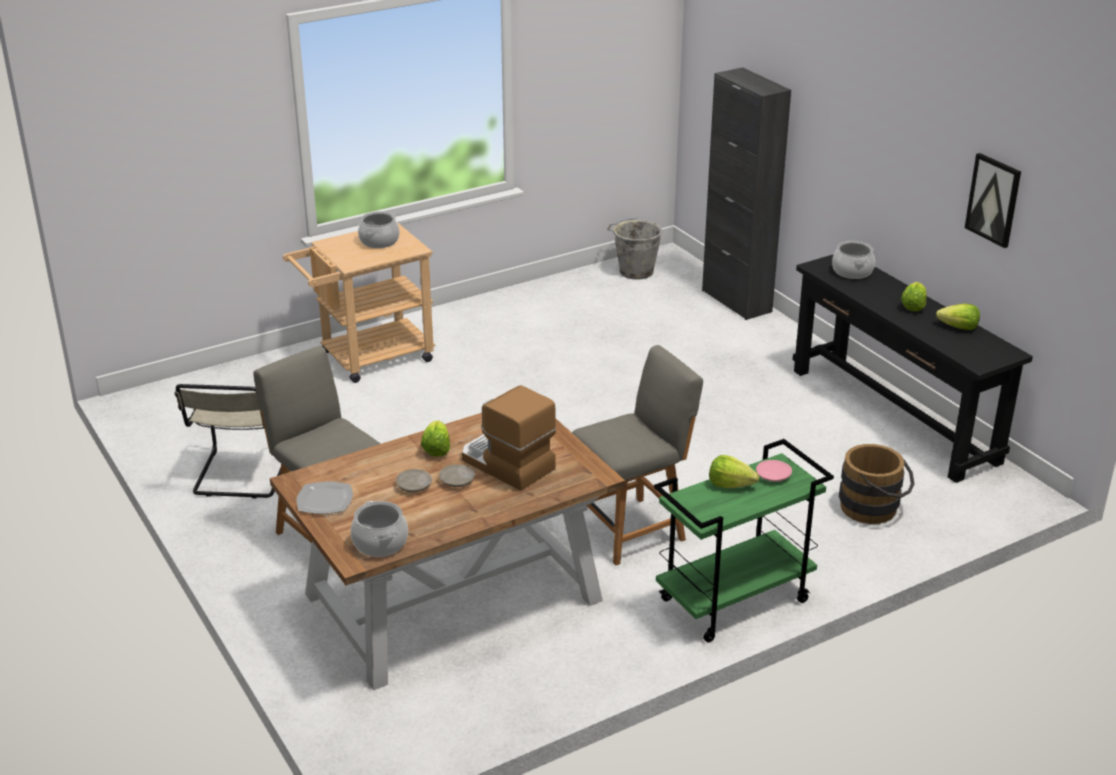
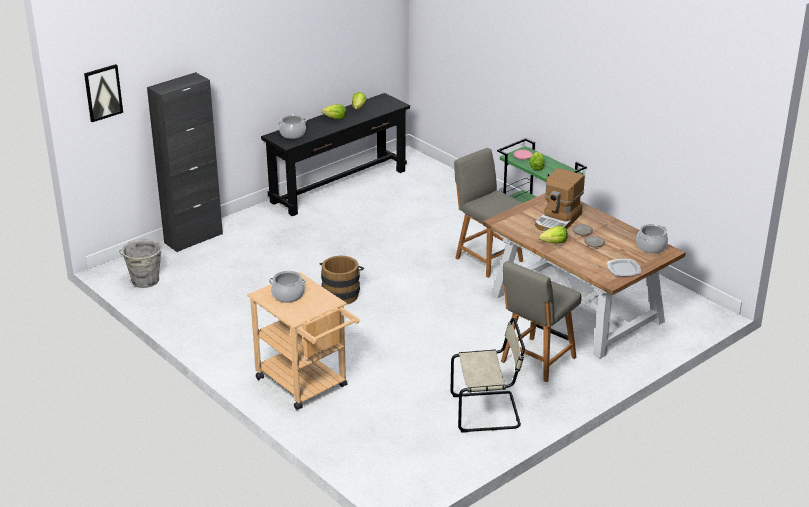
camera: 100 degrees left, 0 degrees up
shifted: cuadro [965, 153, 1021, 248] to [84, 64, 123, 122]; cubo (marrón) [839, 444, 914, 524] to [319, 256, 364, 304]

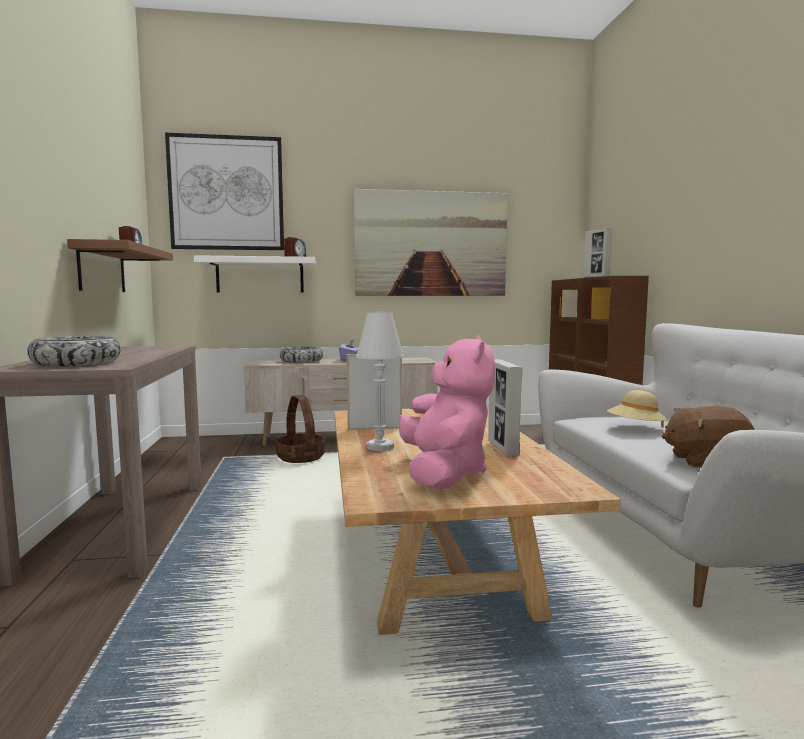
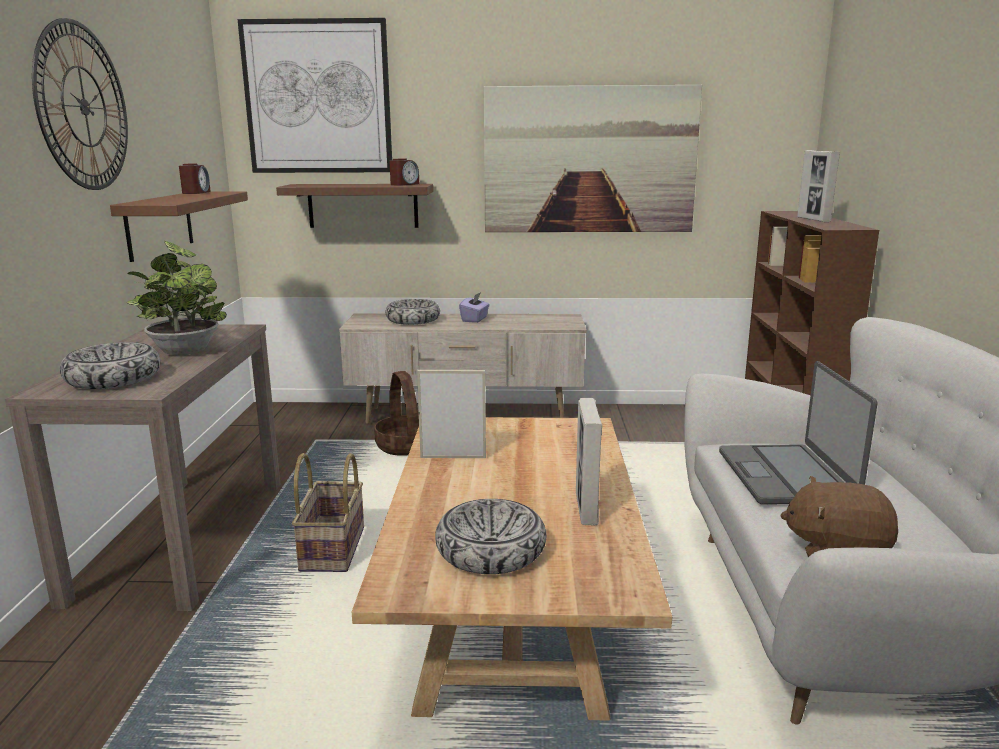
camera: 10 degrees right, 10 degrees up
gone: lámpara de mesa (blanco) [356, 312, 404, 451]
new: reloj de pared [32, 18, 128, 190]; planta en maceta [126, 241, 227, 356]; cesta [292, 453, 364, 572]
swapped: peluche (rosa) [399, 335, 495, 489] to cuenco [435, 499, 547, 574]; sombrero (beis) [607, 390, 667, 428] to portátil [719, 361, 877, 505]
repainted: estante (blanco) [194, 255, 315, 293] to estante (marrón) [276, 184, 433, 228]

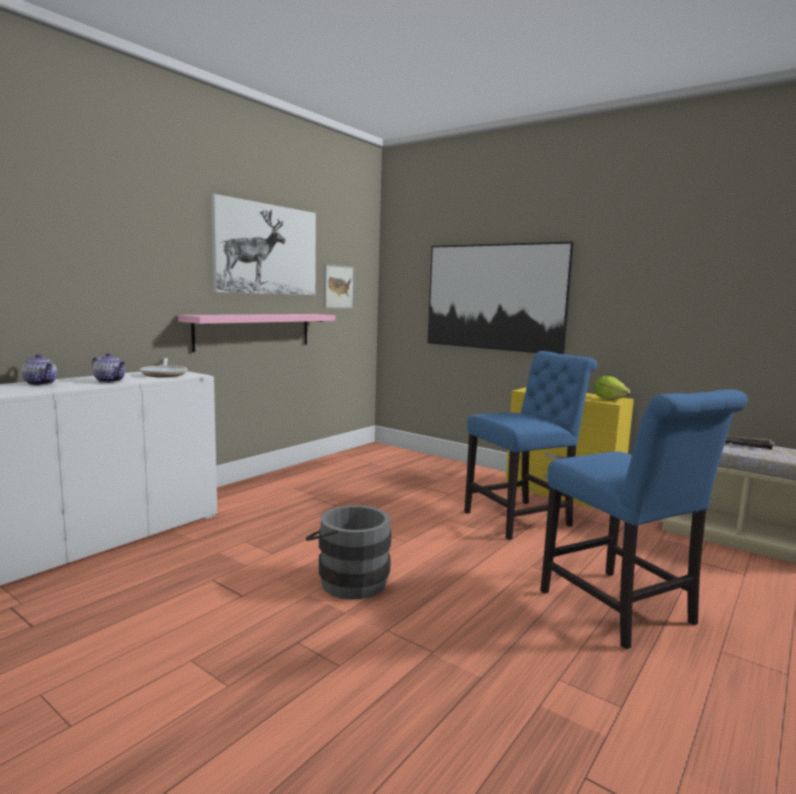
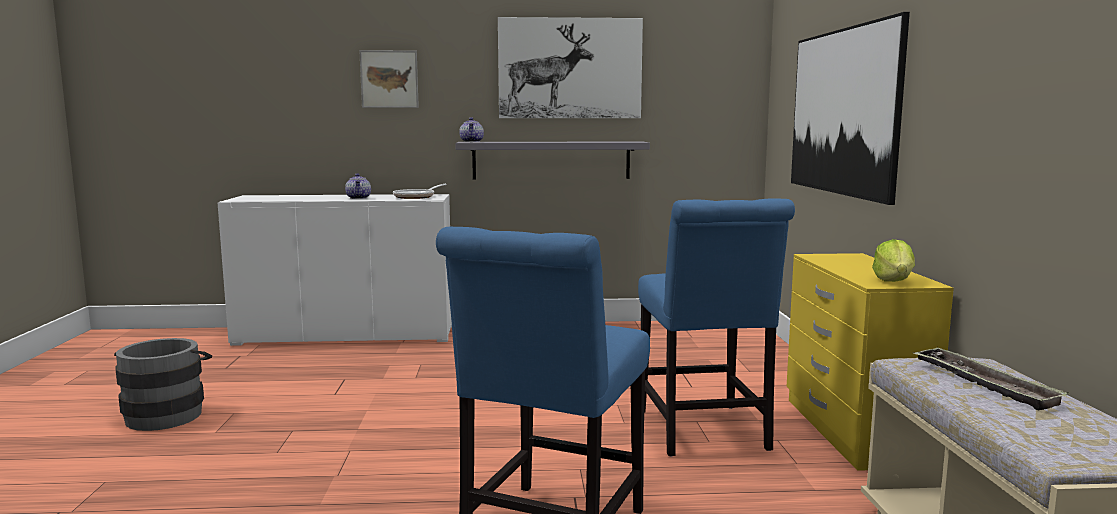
camera: 50 degrees right, 0 degrees up
shifted: cubo (gris) [306, 505, 391, 600] to [114, 338, 212, 431]; cuadro [324, 264, 355, 309] to [359, 50, 419, 108]; tetera [21, 354, 58, 386] to [459, 118, 484, 142]
repainted: estante (rosa) [178, 314, 335, 352] to estante (gris) [455, 142, 650, 179]
rotated: silla (azul) [464, 351, 597, 540] = [638, 199, 795, 456] 60 degrees clockwise

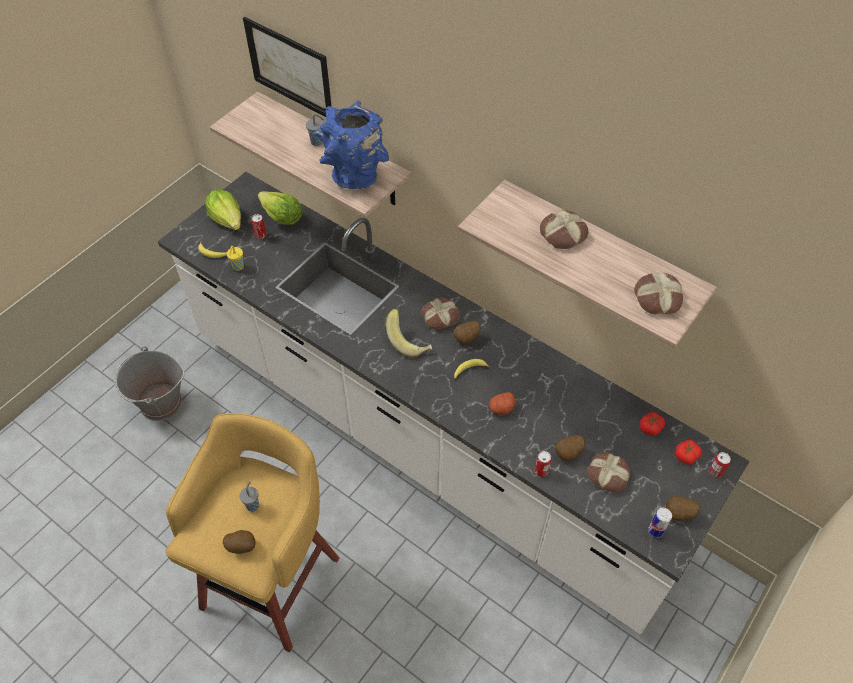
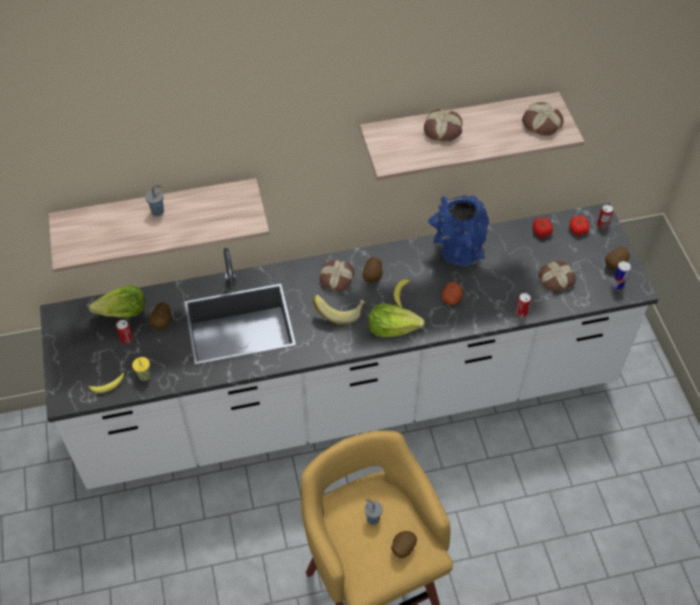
camera: 50 degrees left, 0 degrees up
gone: cubo (gris) [114, 347, 185, 421]; cuadro [243, 17, 332, 117]
shifted: patata [555, 435, 585, 461] to [149, 302, 171, 329]; lechuga [205, 190, 241, 230] to [369, 303, 425, 337]; florero (azul) [313, 101, 389, 191] to [428, 195, 489, 266]

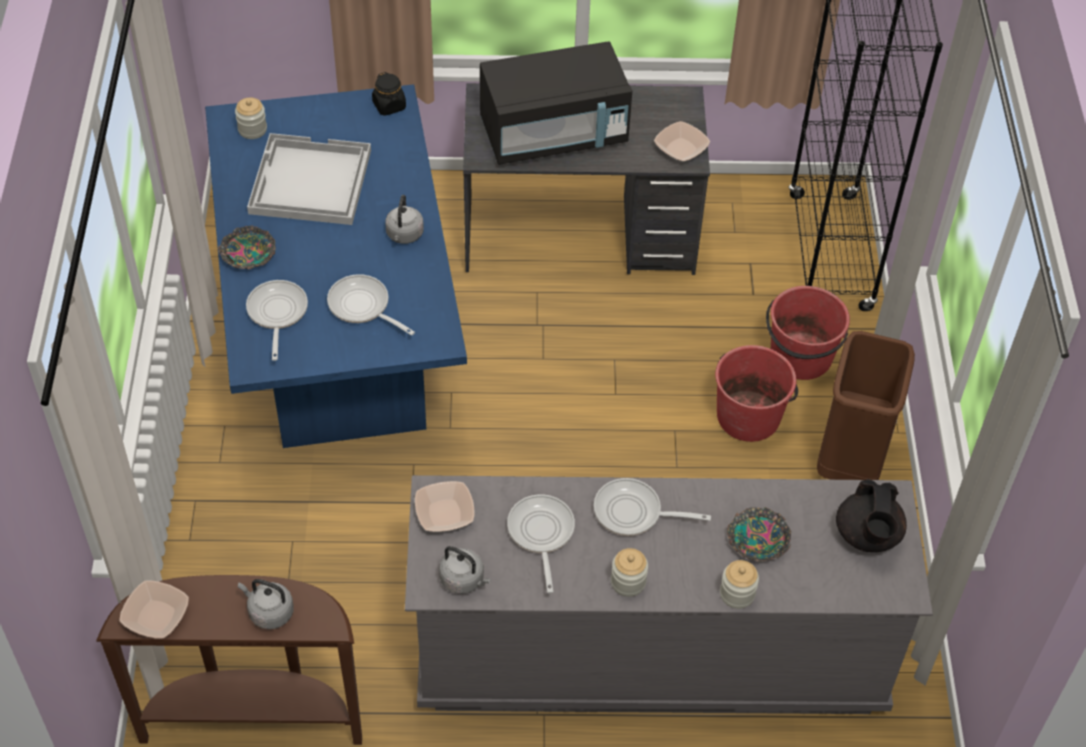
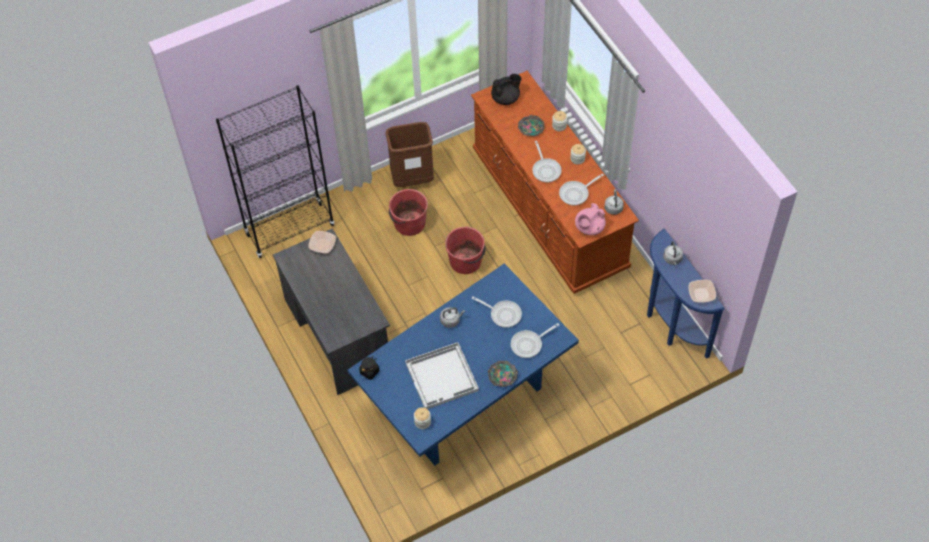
camera: 115 degrees left, 5 degrees up
gone: microondas (negro) [480, 41, 632, 165]
shifted: cubo (rojo) [766, 286, 850, 380] to [445, 227, 486, 274]
swapped: cuenco [415, 481, 475, 532] to tetera (rosa) [575, 203, 606, 235]
repainted: cómoda (gris) [405, 475, 933, 714] to cómoda (marrón) [471, 71, 639, 294]; mesa consola (marrón) [96, 575, 362, 745] to mesa consola (azul) [647, 229, 725, 359]
rotated: sartén [327, 274, 415, 335] = [472, 296, 522, 328] 75 degrees counterclockwise

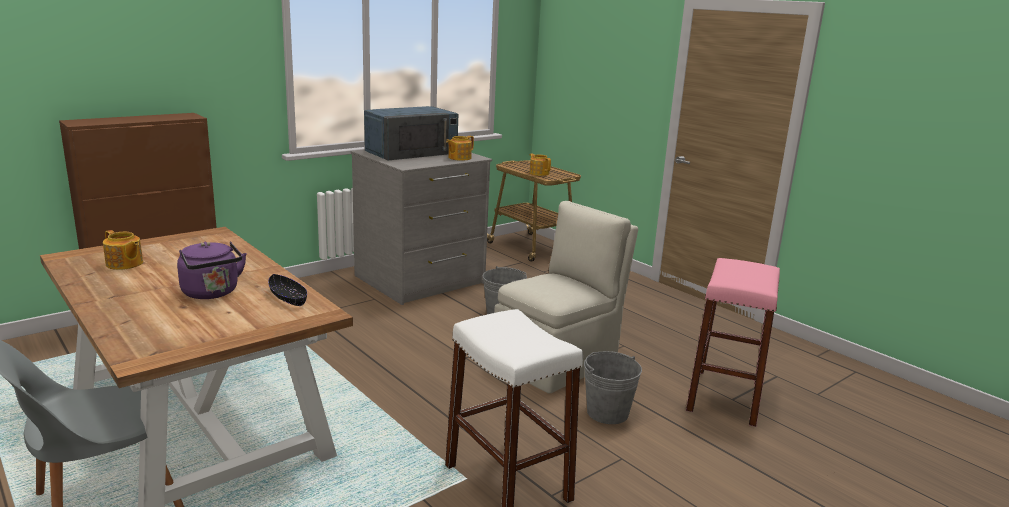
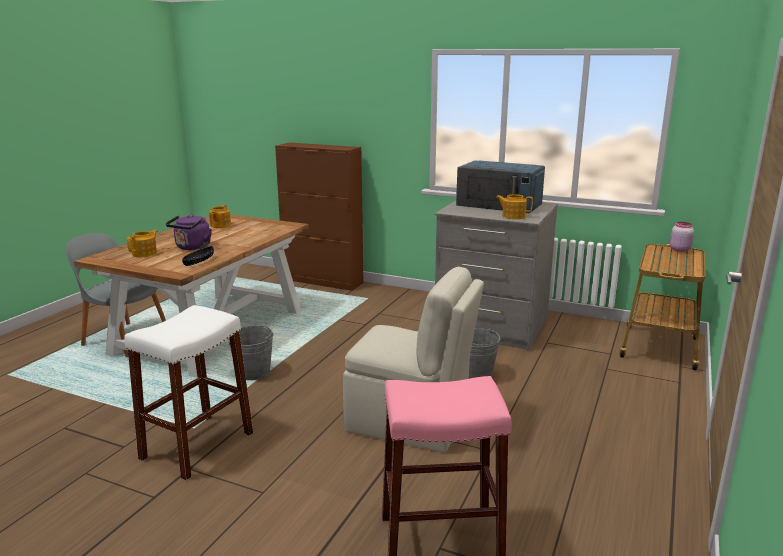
camera: 65 degrees right, 0 degrees up
new: tarro (rosa) [670, 222, 694, 252]
shifted: tetera [530, 153, 551, 176] to [127, 229, 158, 257]; cubo (gris) [584, 351, 642, 424] to [228, 325, 273, 380]

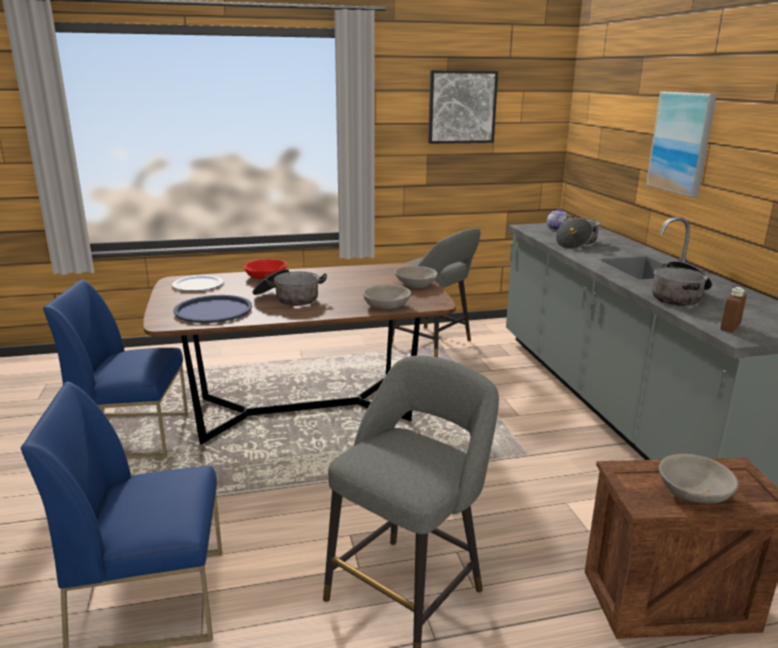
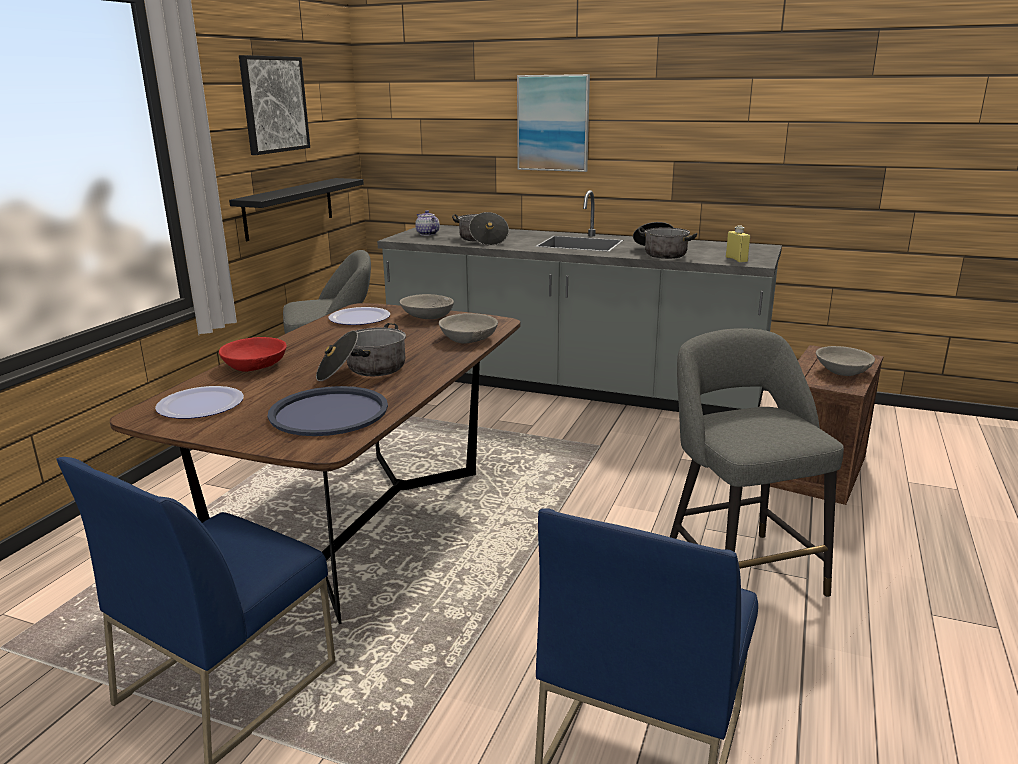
camera: 55 degrees left, 0 degrees up
new: estante (negro) [229, 178, 364, 241]; plato [328, 307, 390, 325]
repainted: botella (marrón) [721, 287, 747, 332] to botella (amarillo) [726, 225, 750, 263]

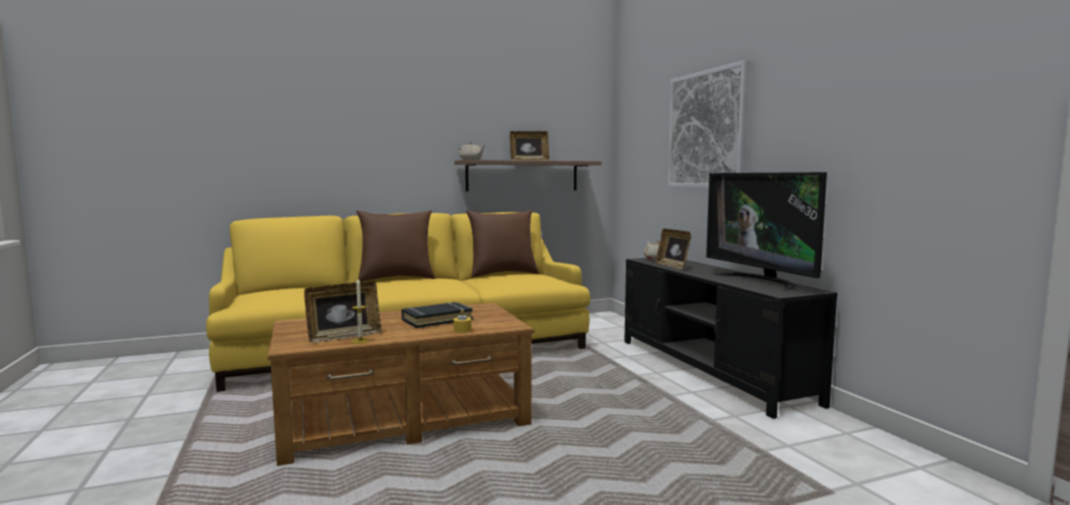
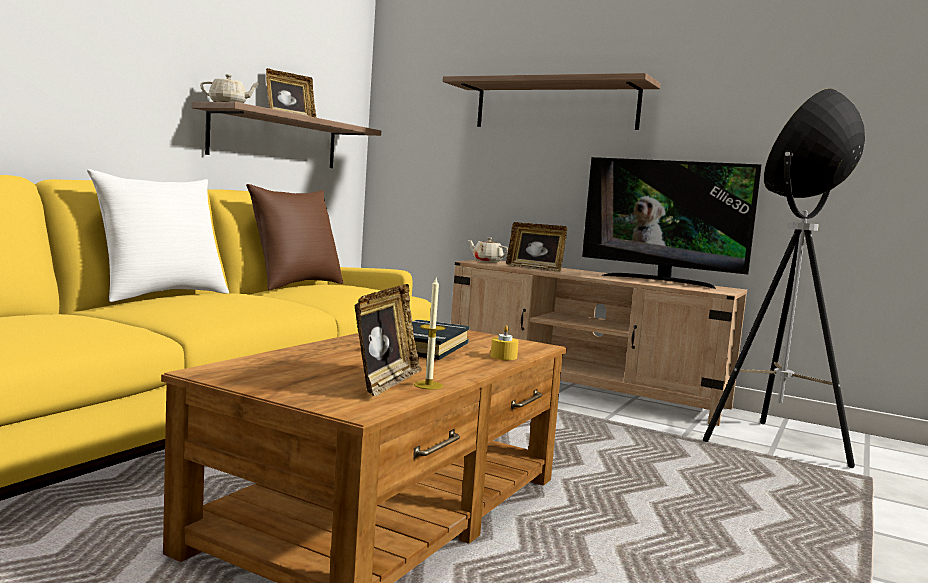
camera: 40 degrees left, 0 degrees up
new: lámpara de pie [703, 88, 865, 468]
swapped: cuadro [668, 60, 749, 188] to estante [442, 73, 661, 130]
repainted: cojín (marrón) [356, 210, 436, 282] to cojín (blanco) [87, 169, 229, 302]; mueble de televisión (negro) [624, 258, 838, 419] to mueble de televisión (beis) [451, 260, 747, 426]

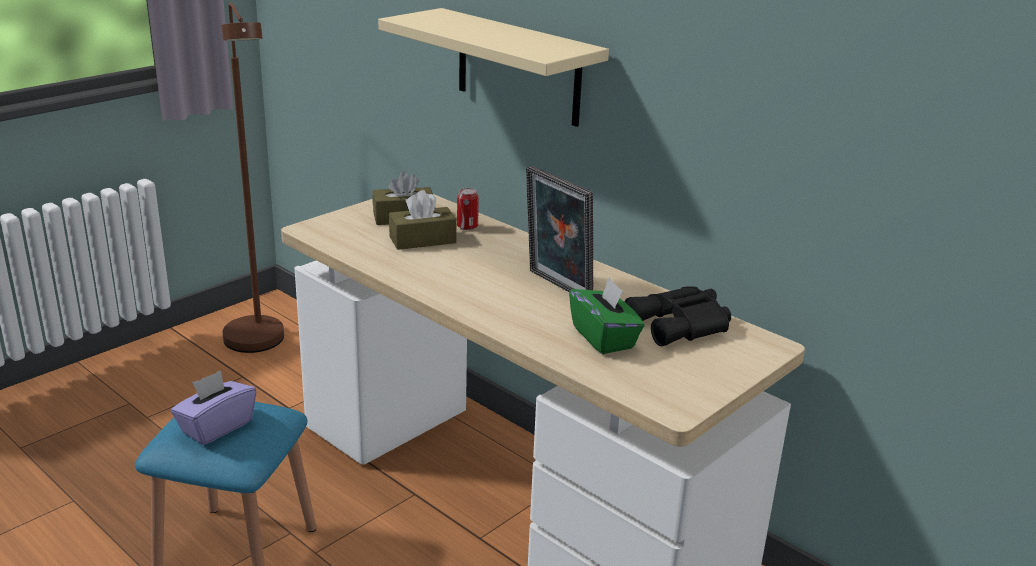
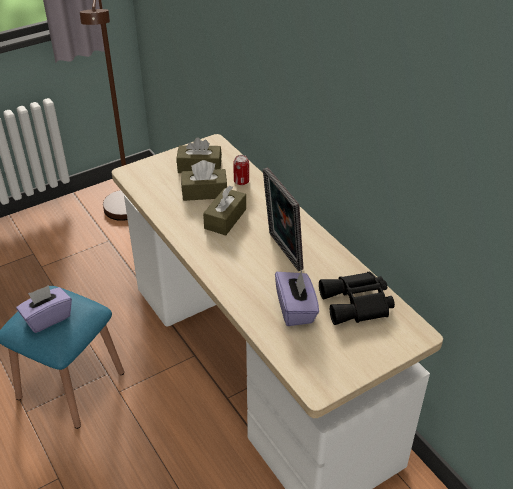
camera: 15 degrees right, 15 degrees up
gone: estante (beis) [378, 8, 609, 127]
new: caja de pañuelos (marrón) [203, 185, 246, 235]
repainted: caja de pañuelos (verde) [569, 277, 645, 354] to caja de pañuelos (morado) [275, 271, 319, 326]

